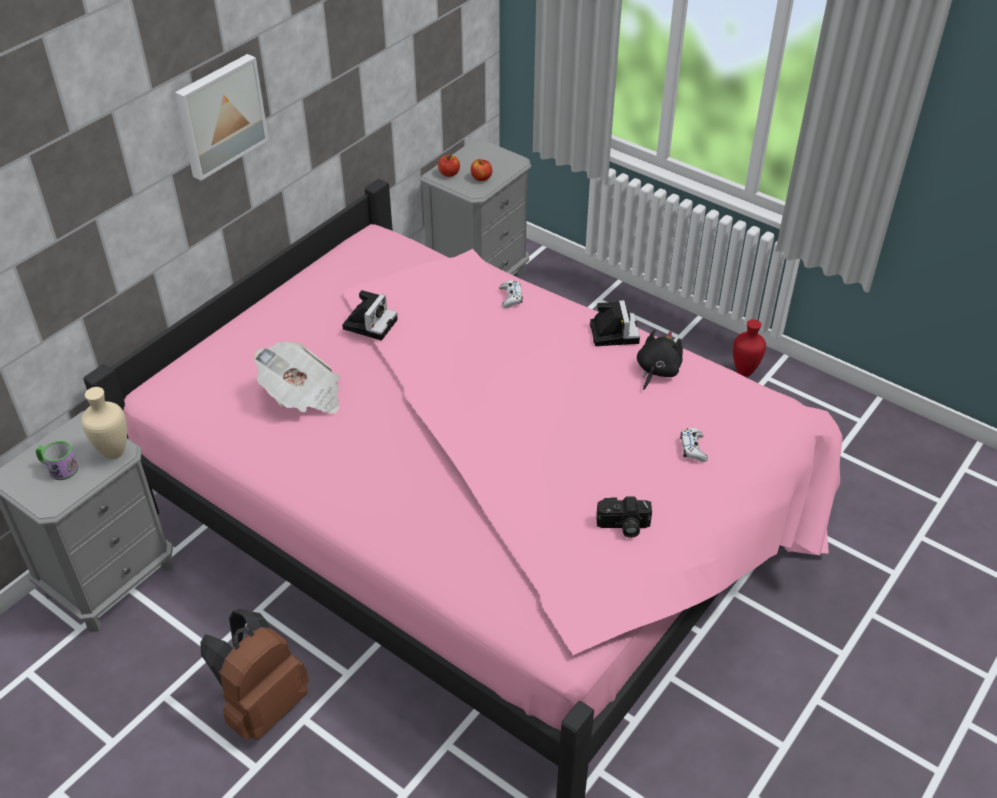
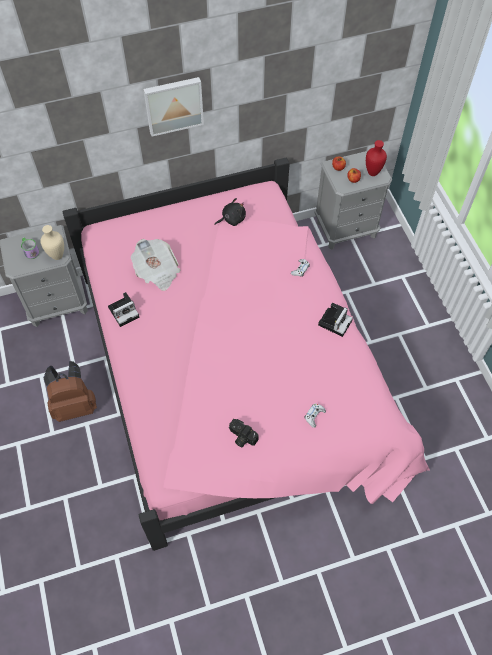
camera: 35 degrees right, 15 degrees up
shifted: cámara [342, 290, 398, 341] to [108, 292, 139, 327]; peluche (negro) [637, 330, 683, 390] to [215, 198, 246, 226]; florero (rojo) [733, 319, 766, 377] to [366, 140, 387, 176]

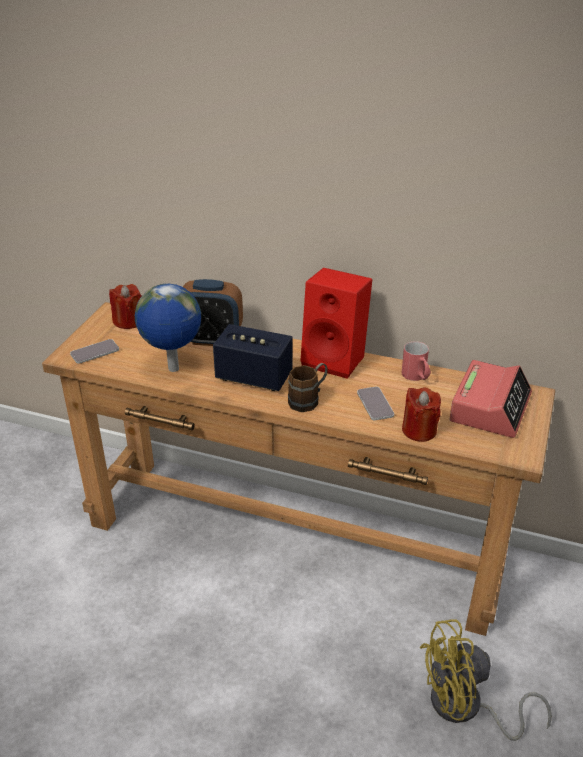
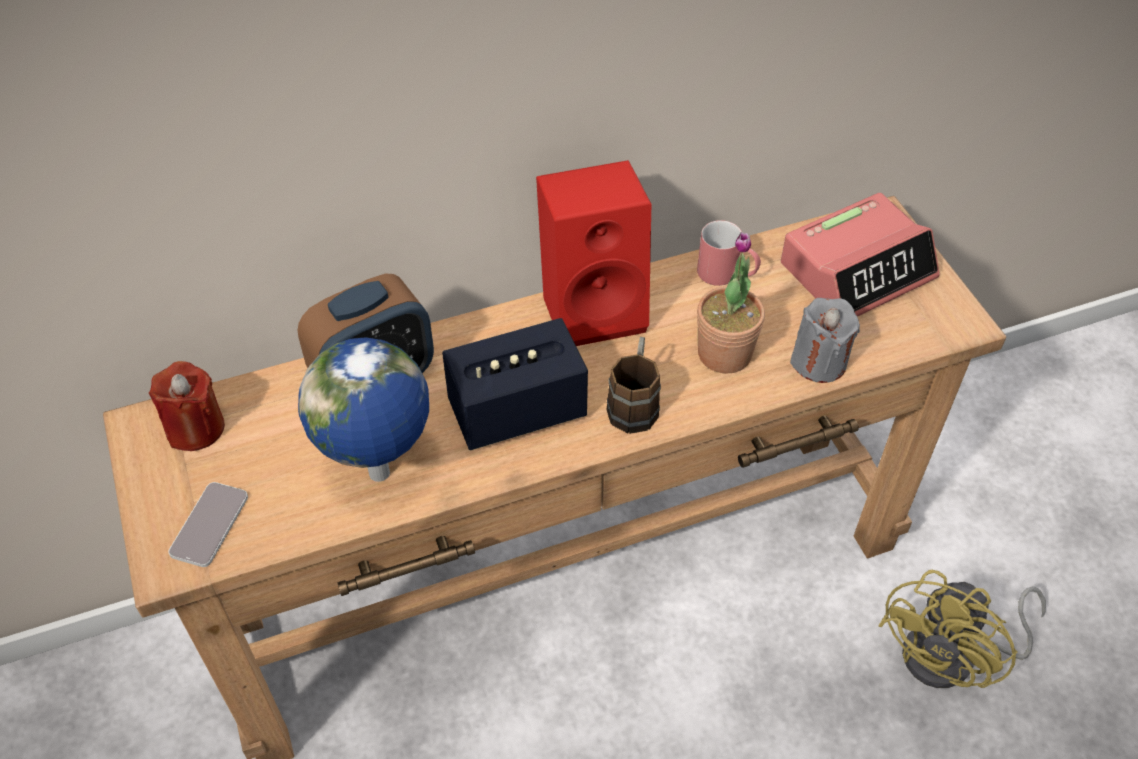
camera: 40 degrees left, 15 degrees up
swapped: móvil [357, 387, 394, 420] to planta en maceta [697, 232, 765, 374]
repainted: vela (rojo) [402, 387, 441, 442] to vela (gris) [790, 298, 860, 383]
rotated: despertador [449, 360, 532, 438] = [781, 193, 940, 317] 75 degrees clockwise

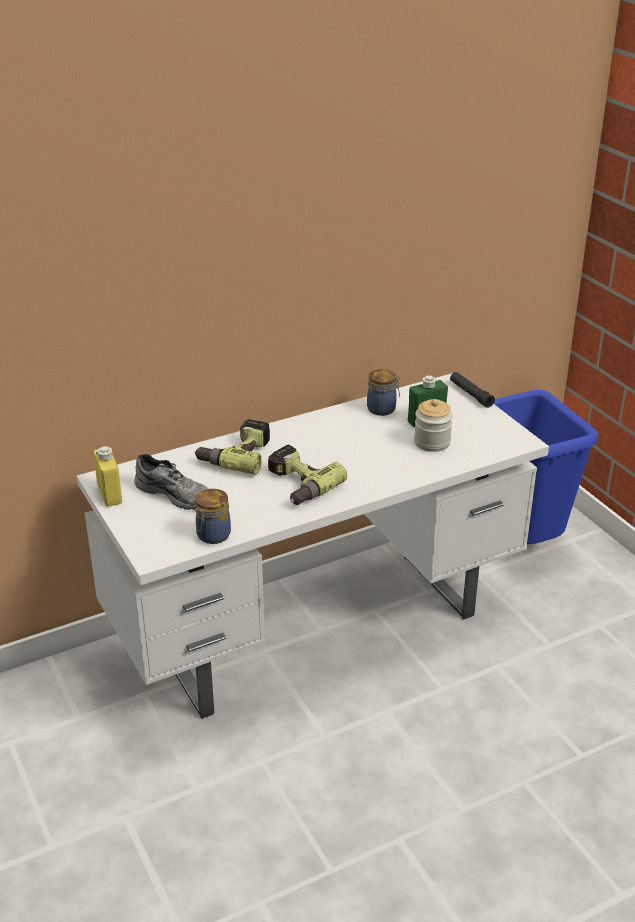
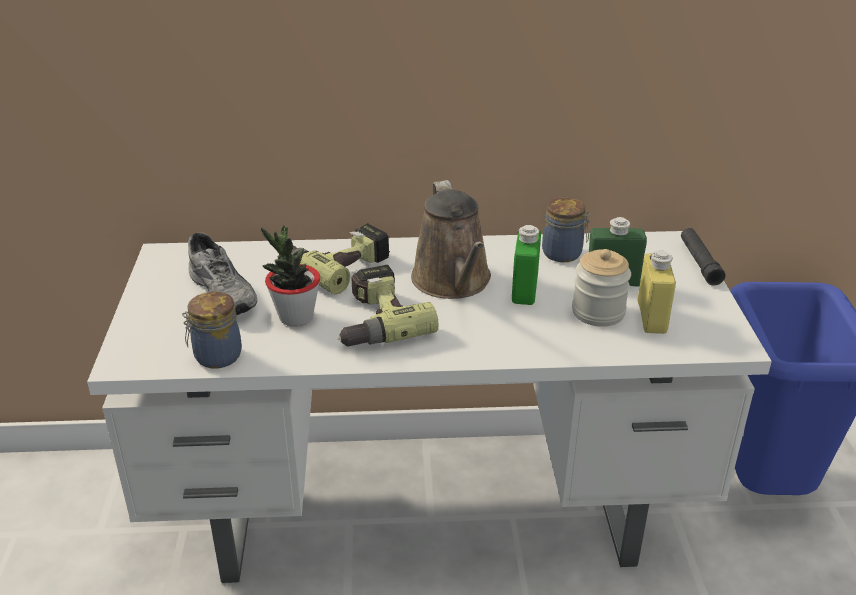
camera: 25 degrees right, 0 degrees up
new: planta en maceta [261, 226, 320, 326]; regadera (marrón) [411, 180, 491, 299]; botella (verde) [512, 225, 541, 305]
shifted: botella (amarillo) [93, 446, 122, 507] to [638, 250, 676, 334]

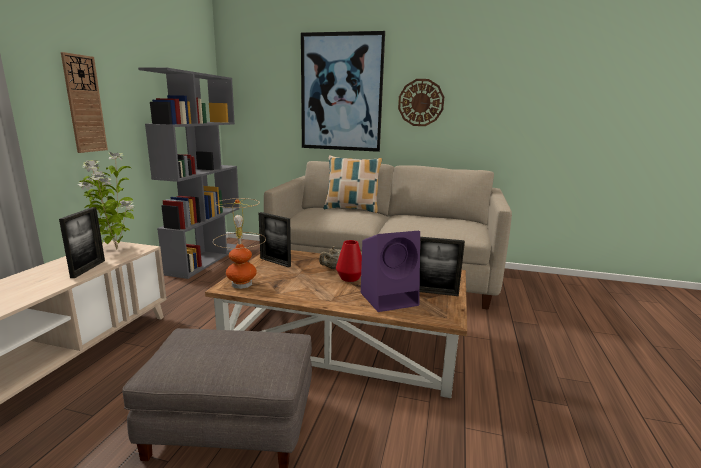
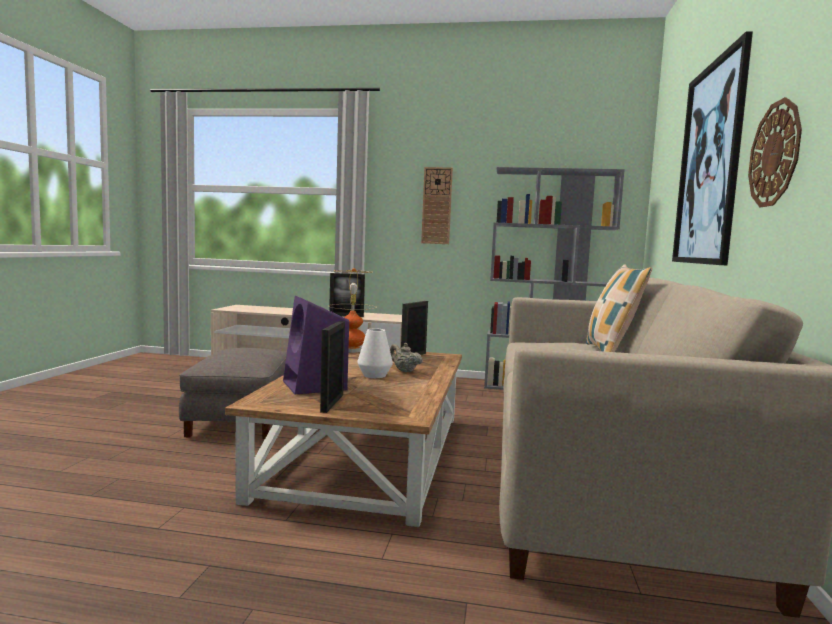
camera: 85 degrees right, 10 degrees down
gone: planta en maceta [78, 152, 135, 249]
repainted: florero (rojo) [336, 240, 362, 282] to florero (blanco) [357, 329, 393, 378]

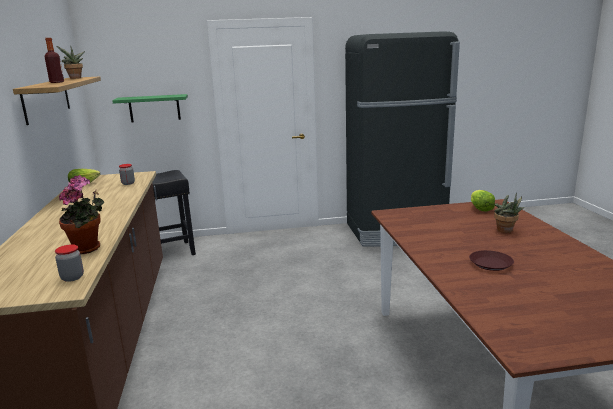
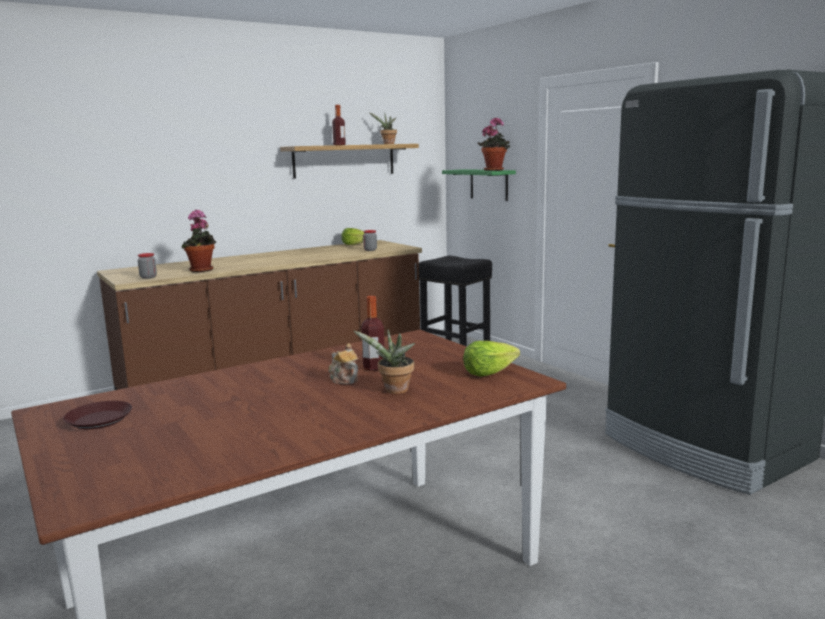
camera: 65 degrees right, 5 degrees down
new: tetera [329, 343, 358, 384]; botella [361, 296, 385, 371]; planta en maceta [478, 117, 510, 171]
shifted: plato (marrón) [469, 250, 514, 271] to [63, 401, 132, 429]

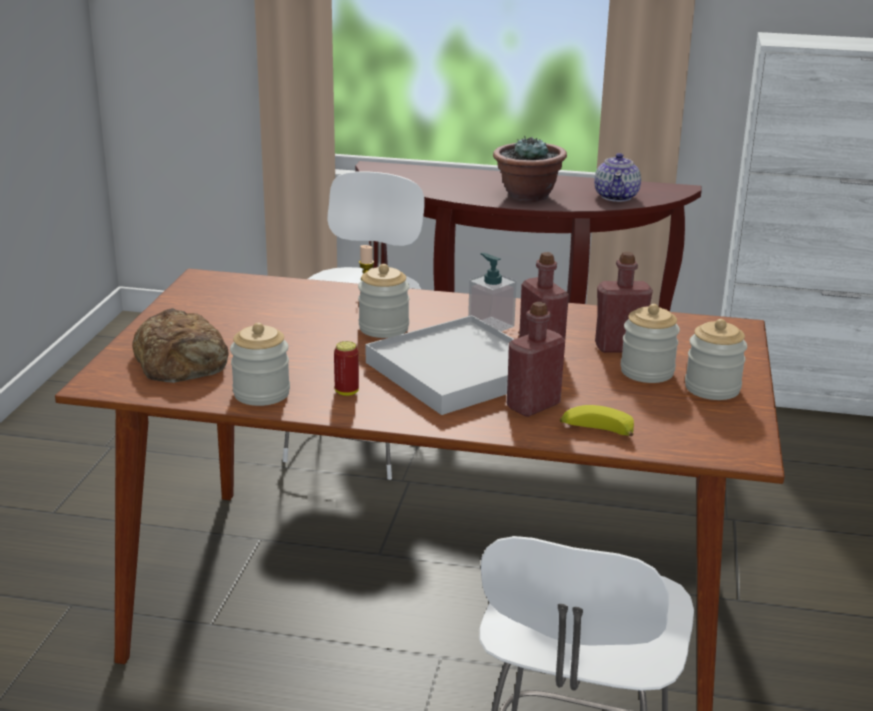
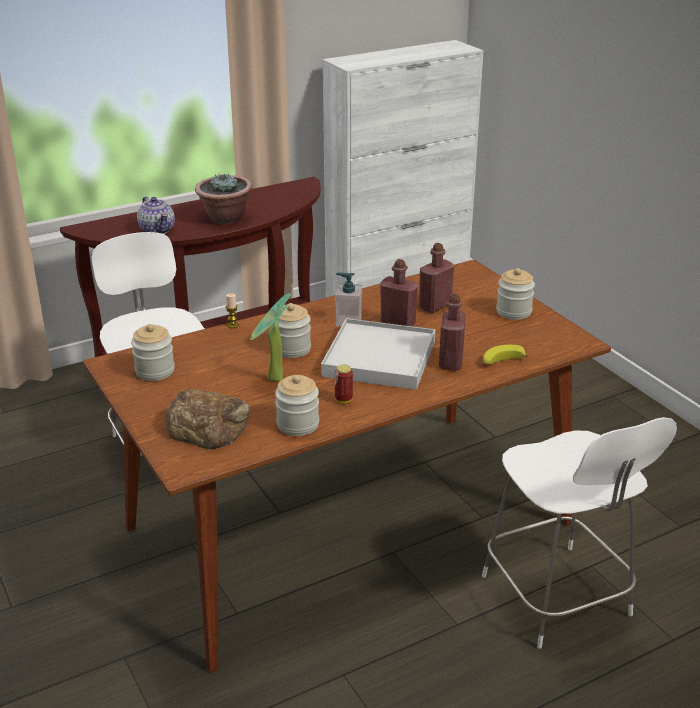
camera: 40 degrees left, 5 degrees up
new: planta en maceta [250, 293, 291, 382]
shifted: tarro [621, 304, 680, 383] to [131, 324, 175, 381]; tetera [594, 153, 641, 202] to [137, 196, 175, 234]

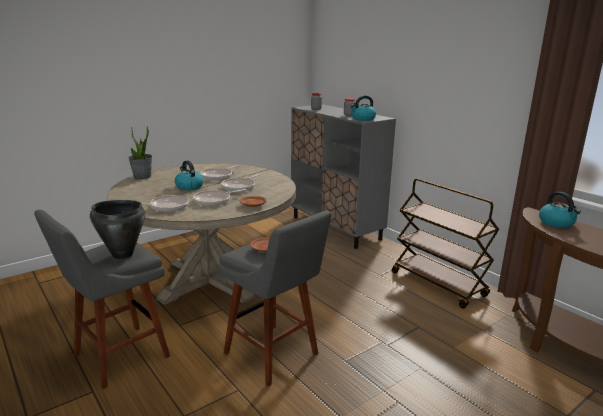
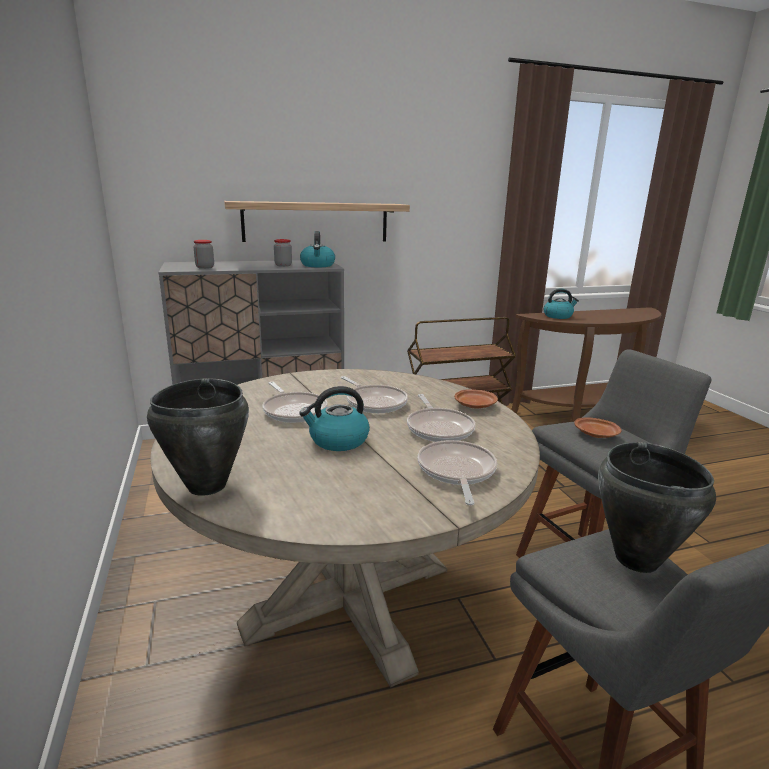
camera: 70 degrees left, 0 degrees up
new: estante [224, 201, 410, 242]
swapped: planta en maceta [128, 126, 152, 179] to olla (negro) [147, 378, 249, 496]

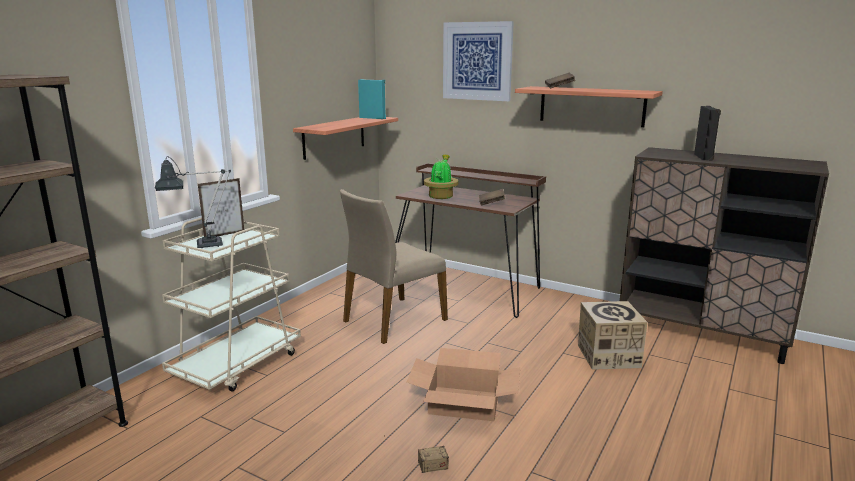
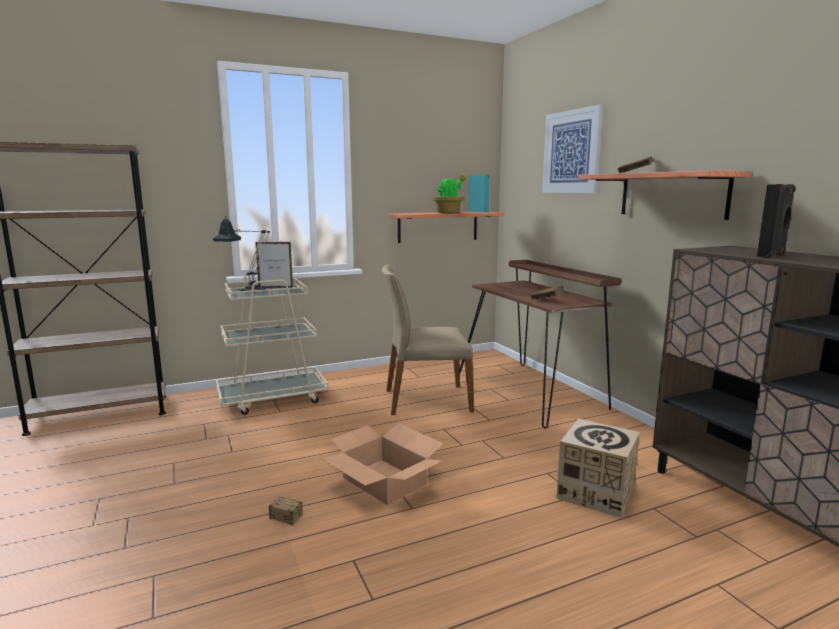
camera: 35 degrees right, 5 degrees down
shifted: planta en maceta [424, 154, 458, 199] to [432, 175, 466, 213]

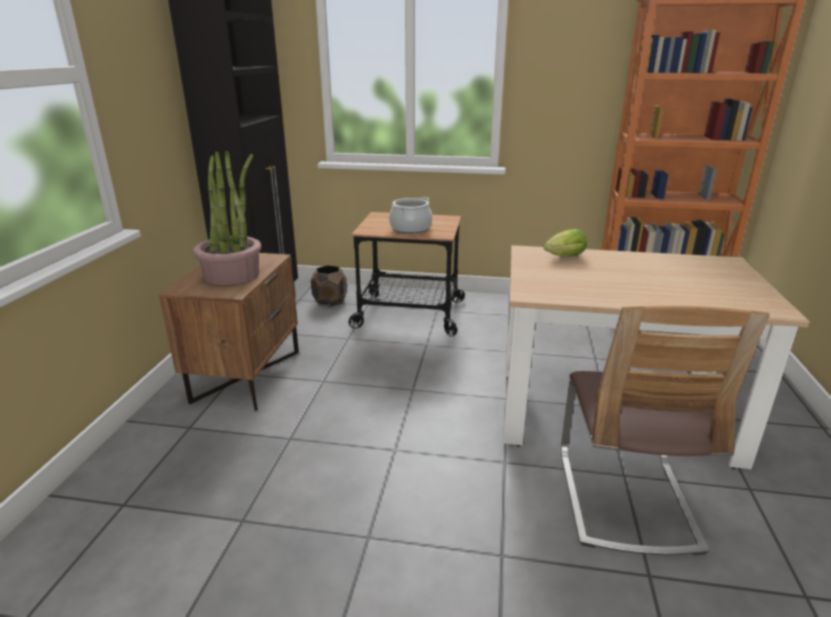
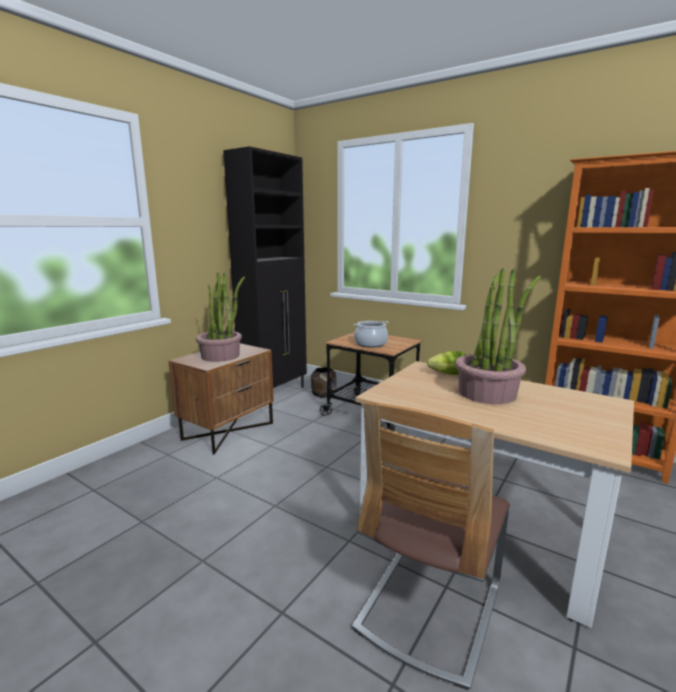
camera: 25 degrees right, 10 degrees down
new: planta en maceta [455, 268, 541, 404]

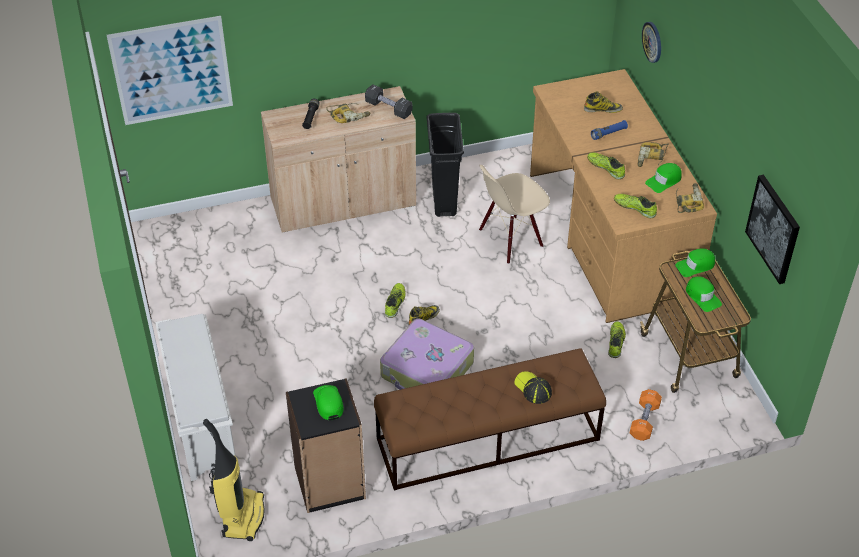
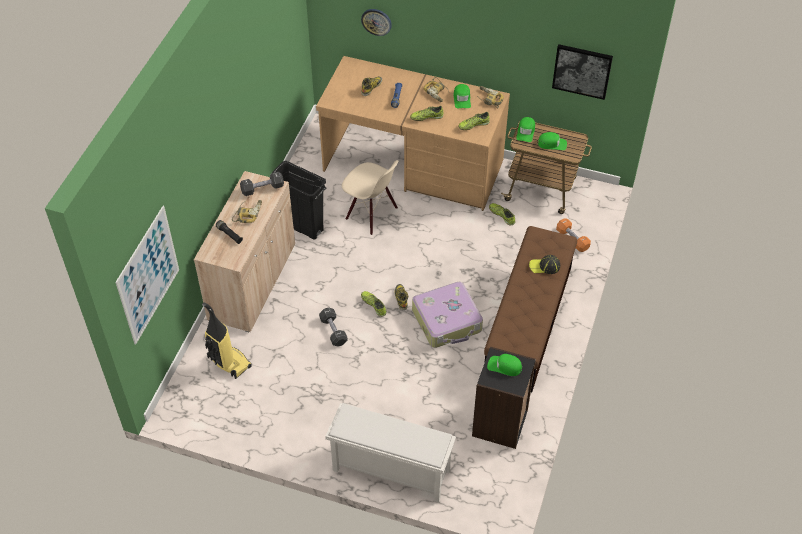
camera: 55 degrees left, 5 degrees up
new: mancuerna (negro) [319, 308, 347, 346]
shifted: aspiradora [203, 419, 265, 541] to [202, 302, 252, 379]
rotated: silla (beis) [479, 165, 550, 264] = [342, 160, 398, 235] 60 degrees counterclockwise

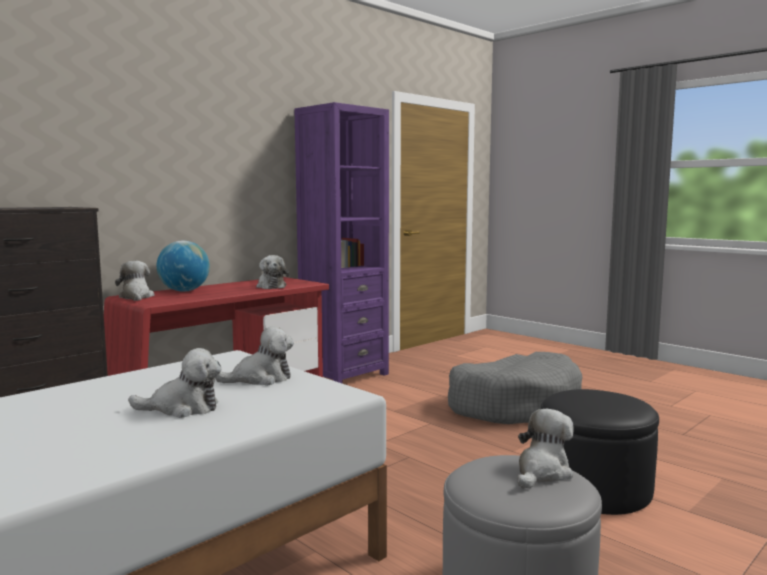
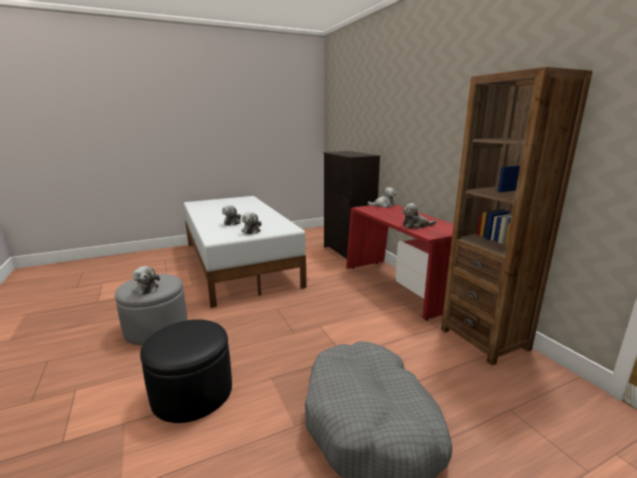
camera: 110 degrees right, 10 degrees up
gone: globo terráqueo [157, 241, 210, 292]
repainted: estantería (morado) [295, 102, 389, 384] to estantería (marrón) [441, 67, 593, 365]

